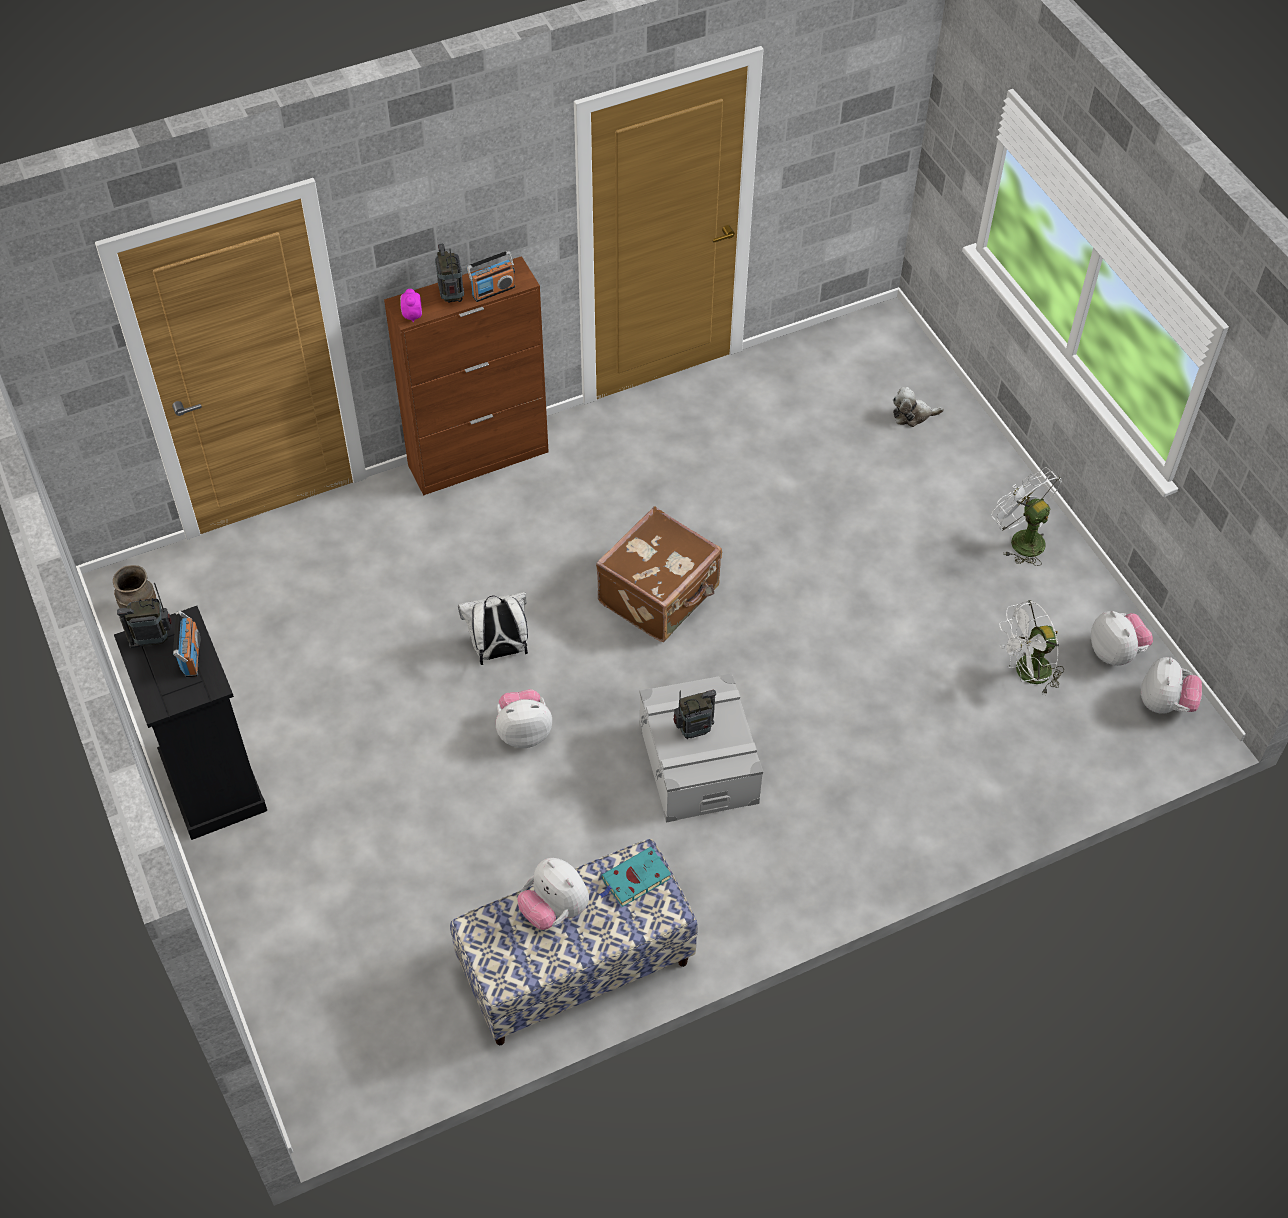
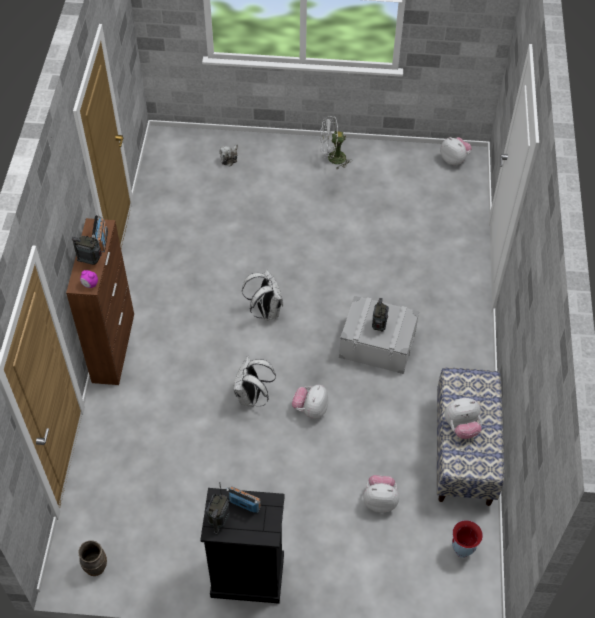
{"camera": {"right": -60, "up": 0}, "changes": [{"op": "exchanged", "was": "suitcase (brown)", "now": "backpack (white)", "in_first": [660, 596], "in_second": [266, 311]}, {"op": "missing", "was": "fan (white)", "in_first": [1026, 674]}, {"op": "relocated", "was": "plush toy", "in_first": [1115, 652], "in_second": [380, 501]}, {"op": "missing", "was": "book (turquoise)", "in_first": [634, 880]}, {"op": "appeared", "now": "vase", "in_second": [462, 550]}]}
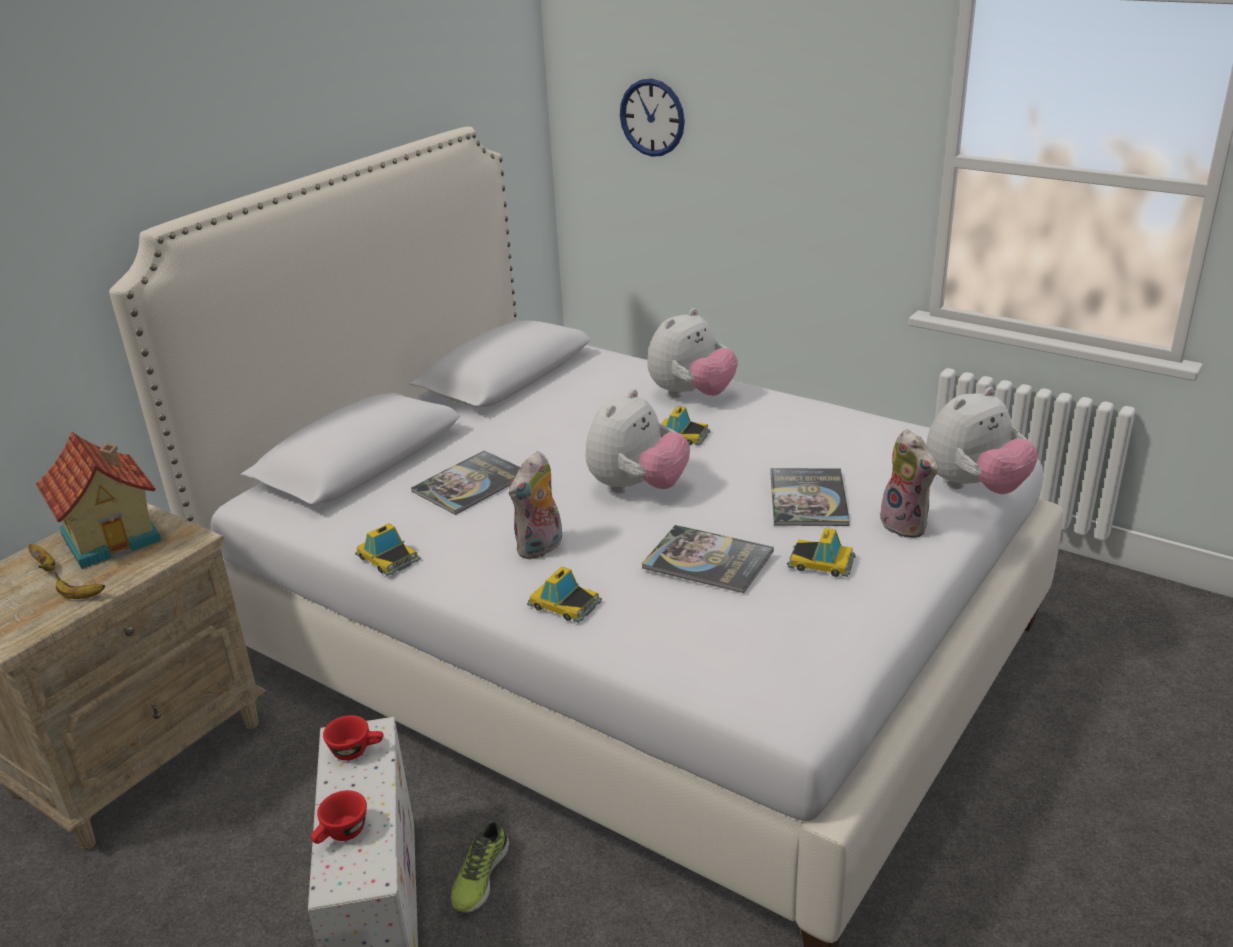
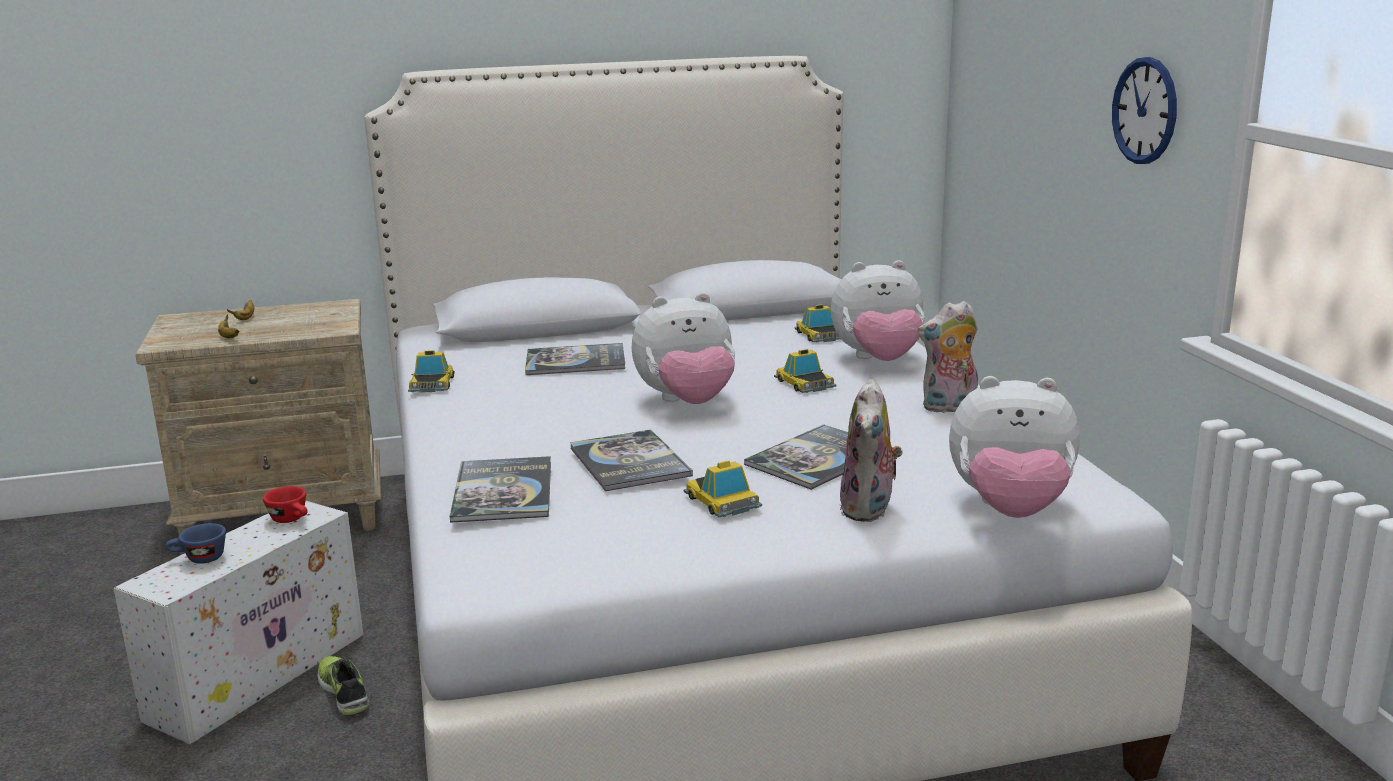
{"camera": {"right": 40, "up": -10}, "changes": [{"op": "relocated", "was": "wall clock", "in_first": [652, 117], "in_second": [1144, 111]}, {"op": "missing", "was": "toy house", "in_first": [114, 536]}, {"op": "relocated", "was": "plush toy", "in_first": [541, 548], "in_second": [949, 408]}, {"op": "relocated", "was": "toy car", "in_first": [564, 604], "in_second": [819, 335]}, {"op": "colour", "was": "cup (red)", "now": "cup (blue)", "in_first": [341, 835], "in_second": [199, 559]}, {"op": "spun", "was": "shoe", "in_first": [479, 876], "in_second": [345, 692], "clockwise": 90}, {"op": "appeared", "now": "book", "in_second": [503, 491]}]}
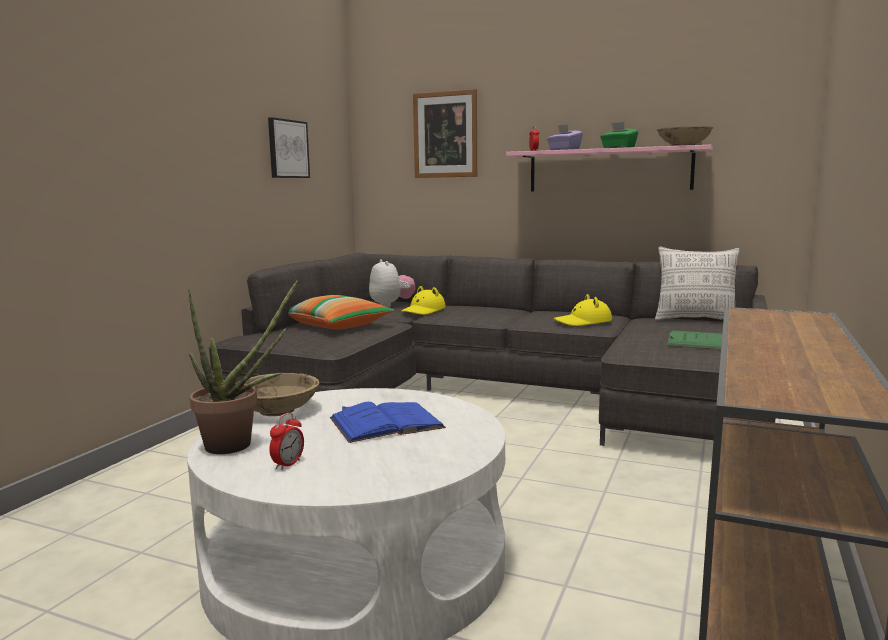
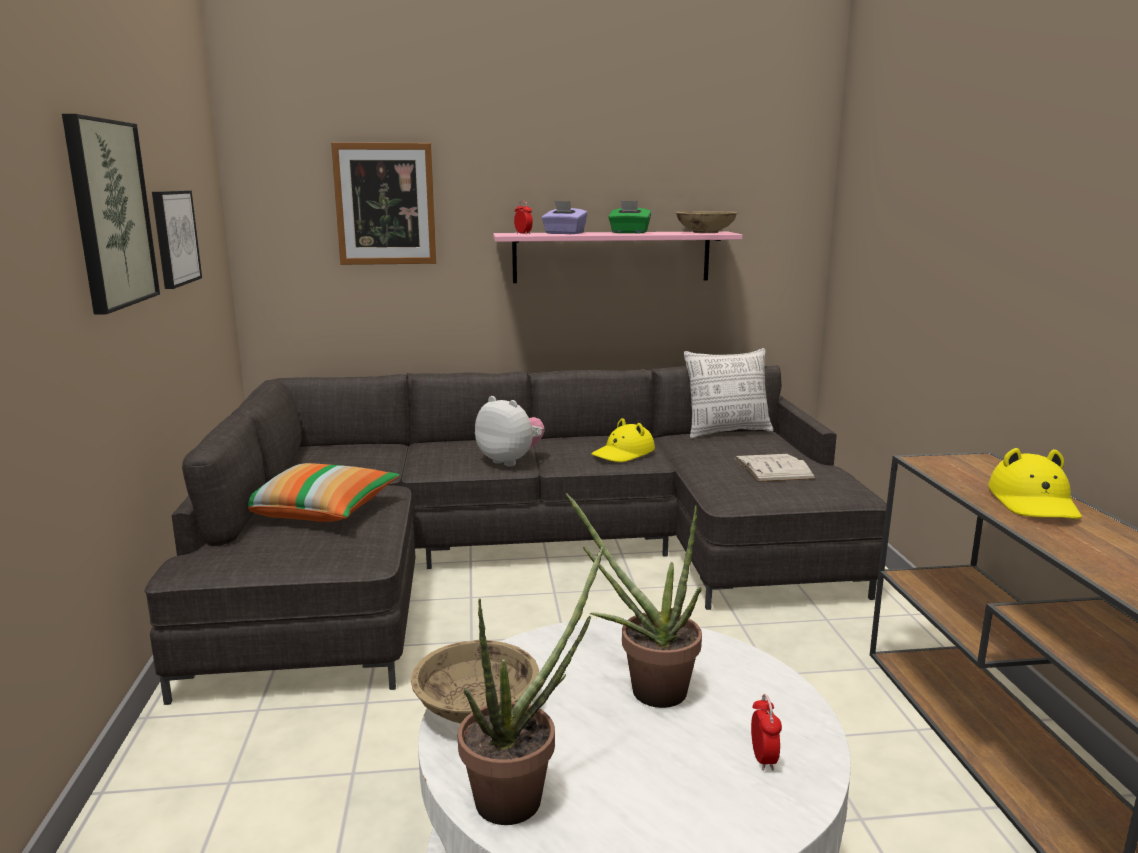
{"camera": {"right": -30, "up": 5}, "changes": [{"op": "relocated", "was": "plush toy", "in_first": [391, 305], "in_second": [510, 460]}, {"op": "relocated", "was": "hat (yellow)", "in_first": [423, 311], "in_second": [1034, 502]}, {"op": "colour", "was": "book (green)", "now": "book (white)", "in_first": [696, 341], "in_second": [773, 468]}, {"op": "exchanged", "was": "book (blue)", "now": "potted plant", "in_first": [386, 423], "in_second": [646, 689]}, {"op": "relocated", "was": "alarm clock", "in_first": [288, 464], "in_second": [763, 758]}, {"op": "appeared", "now": "picture", "in_second": [109, 214]}]}
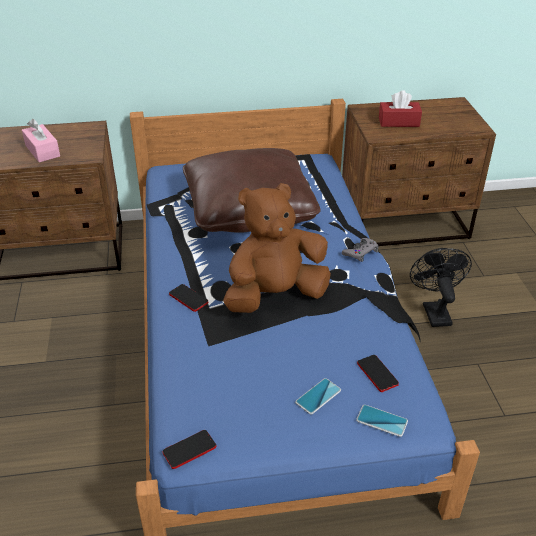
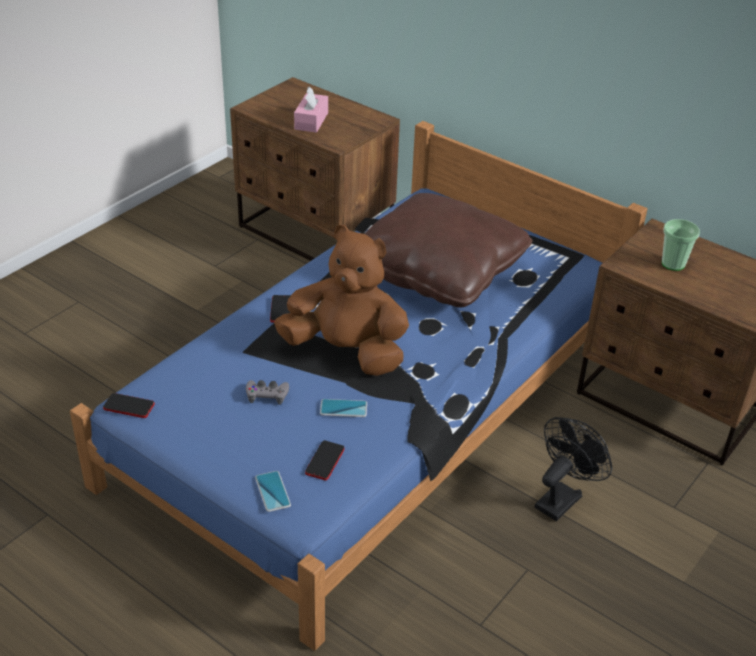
{"camera": {"right": 45, "up": 0}, "changes": [{"op": "exchanged", "was": "tissue box (red)", "now": "cup", "in_first": [398, 122], "in_second": [673, 264]}, {"op": "relocated", "was": "game controller (grey)", "in_first": [360, 252], "in_second": [267, 395]}, {"op": "relocated", "was": "phone", "in_first": [318, 396], "in_second": [343, 409]}]}
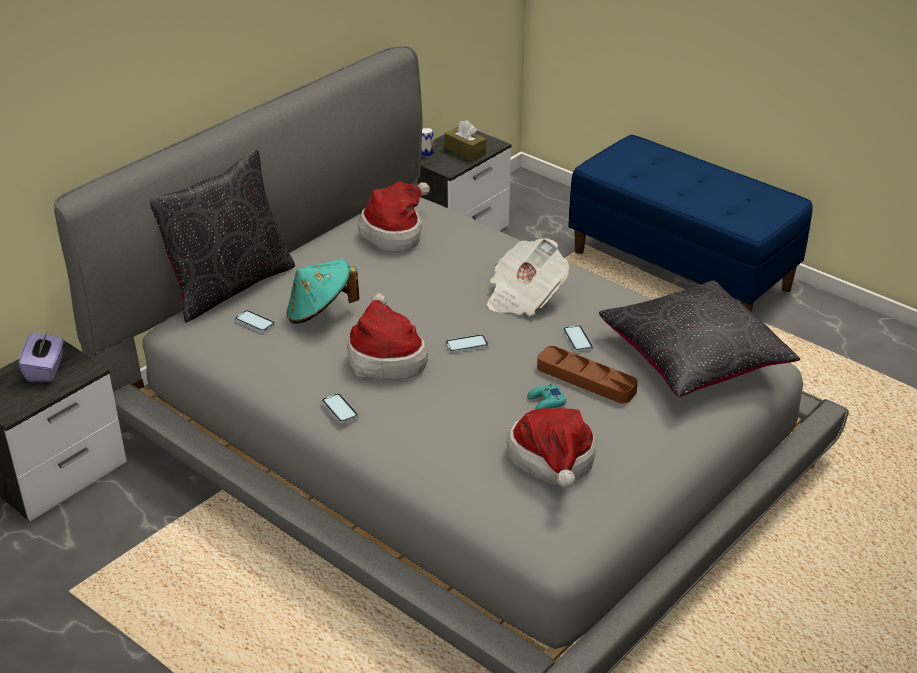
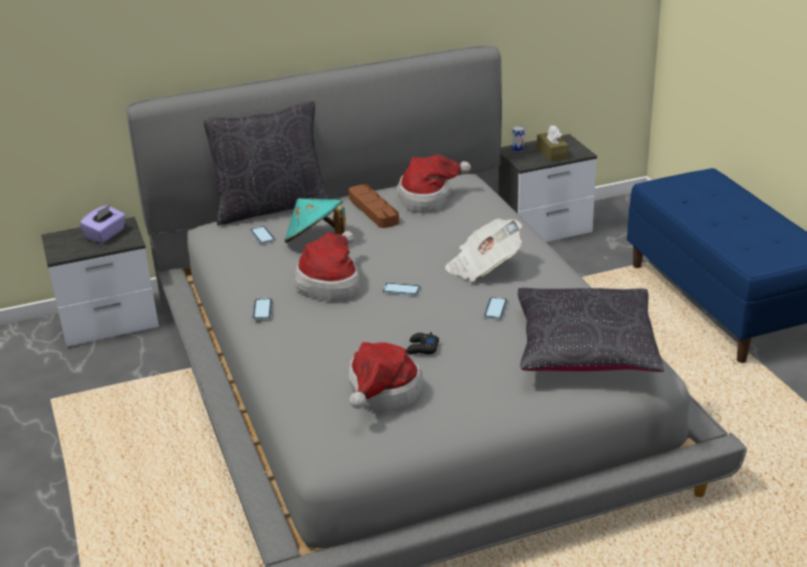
{"camera": {"right": 30, "up": -5}, "changes": [{"op": "relocated", "was": "tray (brown)", "in_first": [586, 379], "in_second": [373, 210]}, {"op": "colour", "was": "game controller (turquoise)", "now": "game controller (black)", "in_first": [546, 402], "in_second": [422, 348]}]}
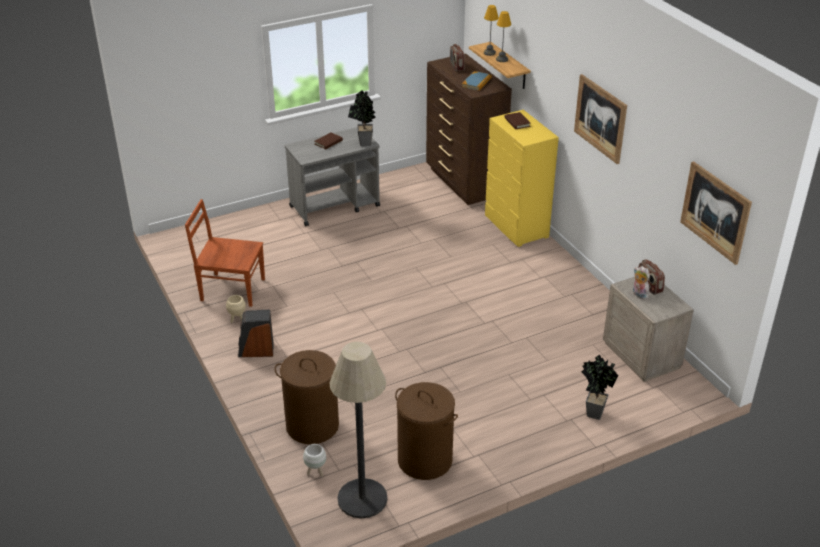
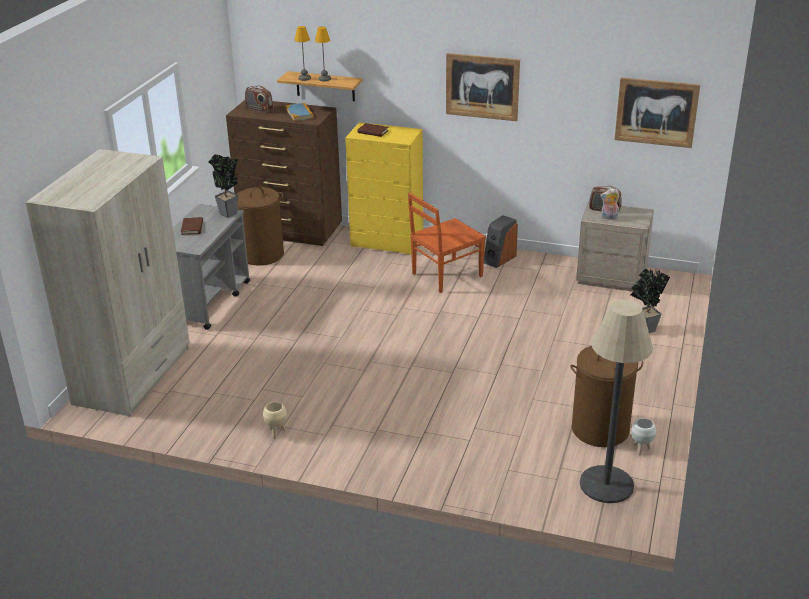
{"camera": {"right": -45, "up": -5}, "changes": [{"op": "relocated", "was": "chair (brown)", "in_first": [231, 289], "in_second": [445, 275]}, {"op": "relocated", "was": "speaker", "in_first": [256, 350], "in_second": [499, 259]}, {"op": "relocated", "was": "laundry basket (brown)", "in_first": [312, 426], "in_second": [262, 255]}, {"op": "relocated", "was": "planter (white)", "in_first": [316, 472], "in_second": [641, 449]}, {"op": "appeared", "now": "wardrobe (beige)", "in_second": [134, 375]}]}
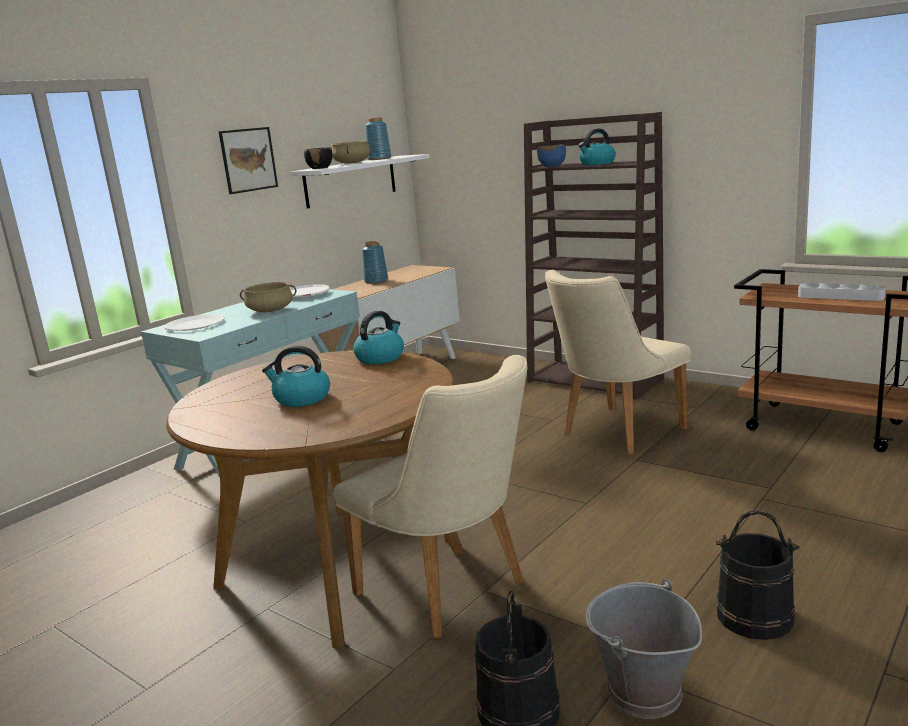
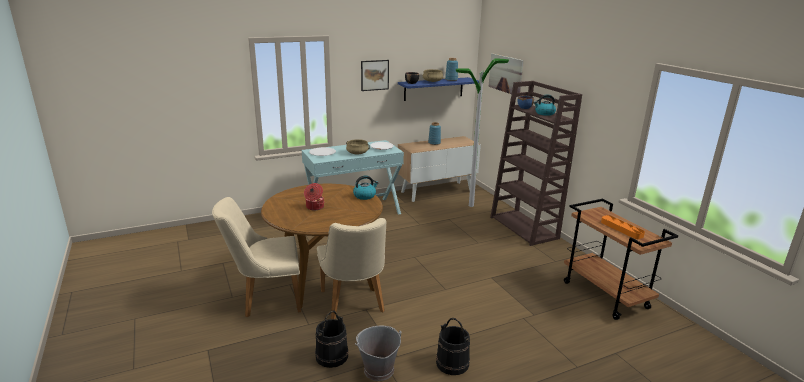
{"camera": {"right": 25, "up": 5}, "changes": [{"op": "colour", "was": "shelf (white)", "now": "shelf (blue)", "in_first": [351, 181], "in_second": [433, 89]}, {"op": "relocated", "was": "chair (beige)", "in_first": [615, 433], "in_second": [266, 299]}, {"op": "colour", "was": "tray (grey)", "now": "tray (orange)", "in_first": [840, 296], "in_second": [621, 229]}, {"op": "exchanged", "was": "kettle", "now": "cooking pot", "in_first": [301, 399], "in_second": [314, 207]}, {"op": "appeared", "now": "picture", "in_second": [505, 74]}, {"op": "appeared", "now": "floor lamp", "in_second": [471, 205]}]}
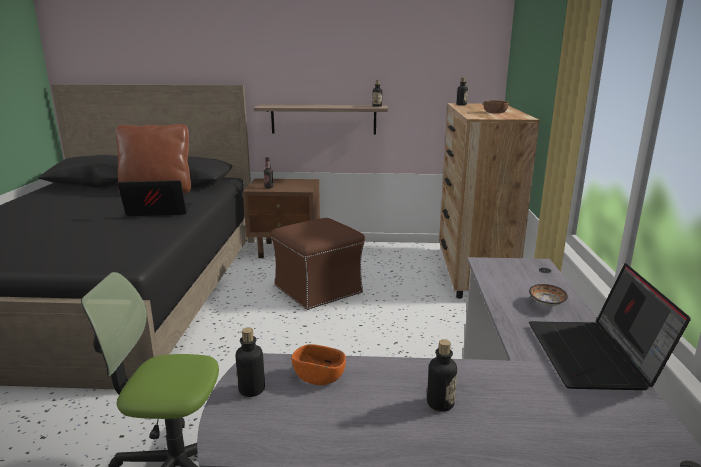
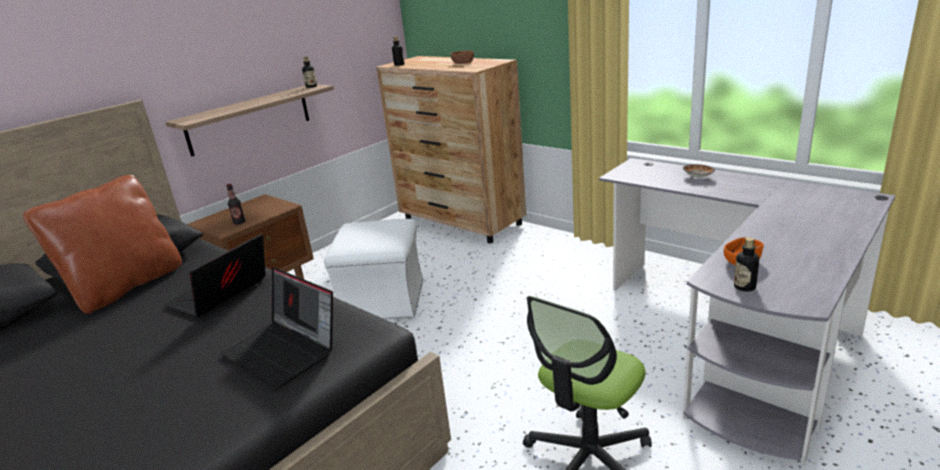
{"camera": {"right": -50, "up": 5}, "changes": [{"op": "colour", "was": "ottoman (brown)", "now": "ottoman (white)", "in_first": [319, 289], "in_second": [383, 300]}, {"op": "relocated", "was": "laptop", "in_first": [595, 356], "in_second": [284, 351]}, {"op": "missing", "was": "bottle", "in_first": [440, 403]}]}
